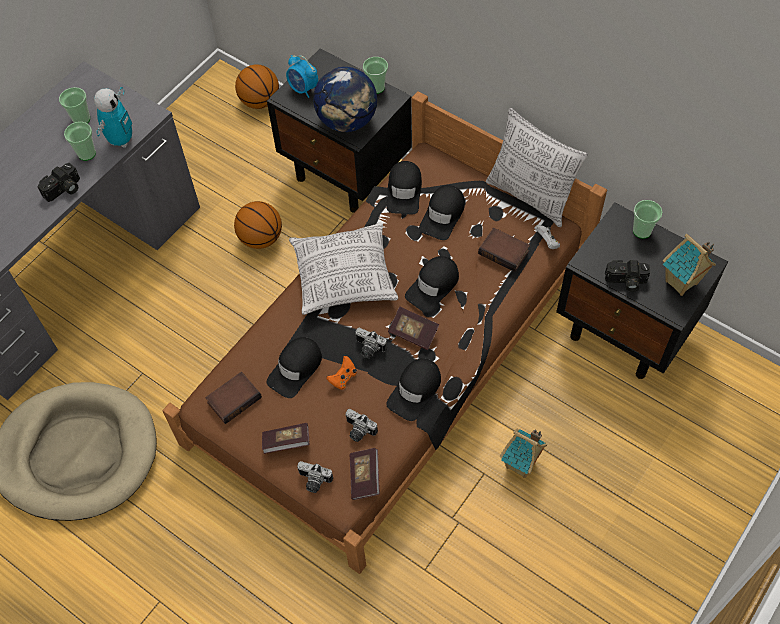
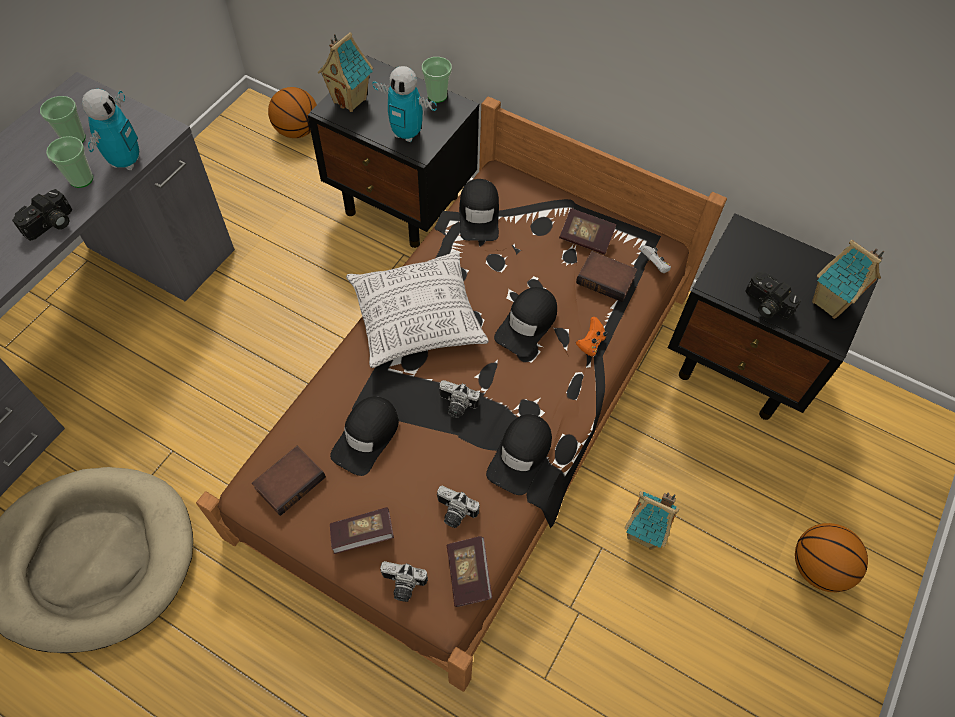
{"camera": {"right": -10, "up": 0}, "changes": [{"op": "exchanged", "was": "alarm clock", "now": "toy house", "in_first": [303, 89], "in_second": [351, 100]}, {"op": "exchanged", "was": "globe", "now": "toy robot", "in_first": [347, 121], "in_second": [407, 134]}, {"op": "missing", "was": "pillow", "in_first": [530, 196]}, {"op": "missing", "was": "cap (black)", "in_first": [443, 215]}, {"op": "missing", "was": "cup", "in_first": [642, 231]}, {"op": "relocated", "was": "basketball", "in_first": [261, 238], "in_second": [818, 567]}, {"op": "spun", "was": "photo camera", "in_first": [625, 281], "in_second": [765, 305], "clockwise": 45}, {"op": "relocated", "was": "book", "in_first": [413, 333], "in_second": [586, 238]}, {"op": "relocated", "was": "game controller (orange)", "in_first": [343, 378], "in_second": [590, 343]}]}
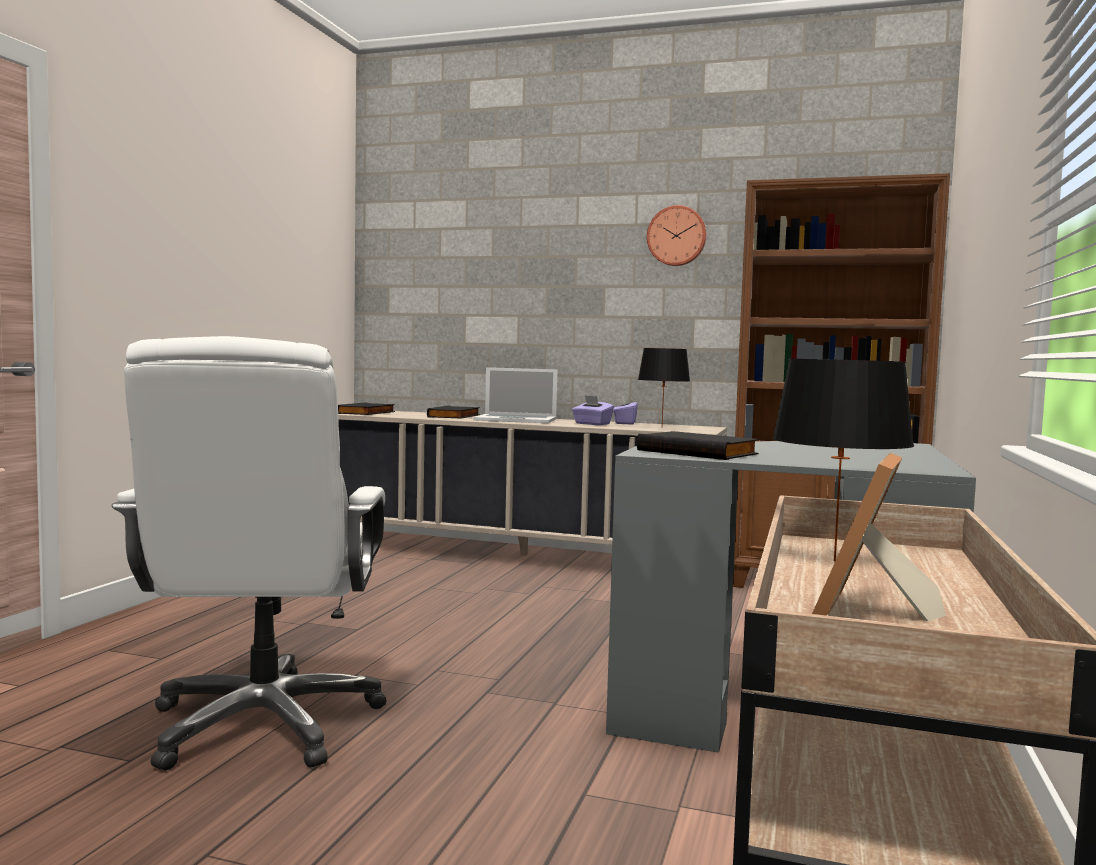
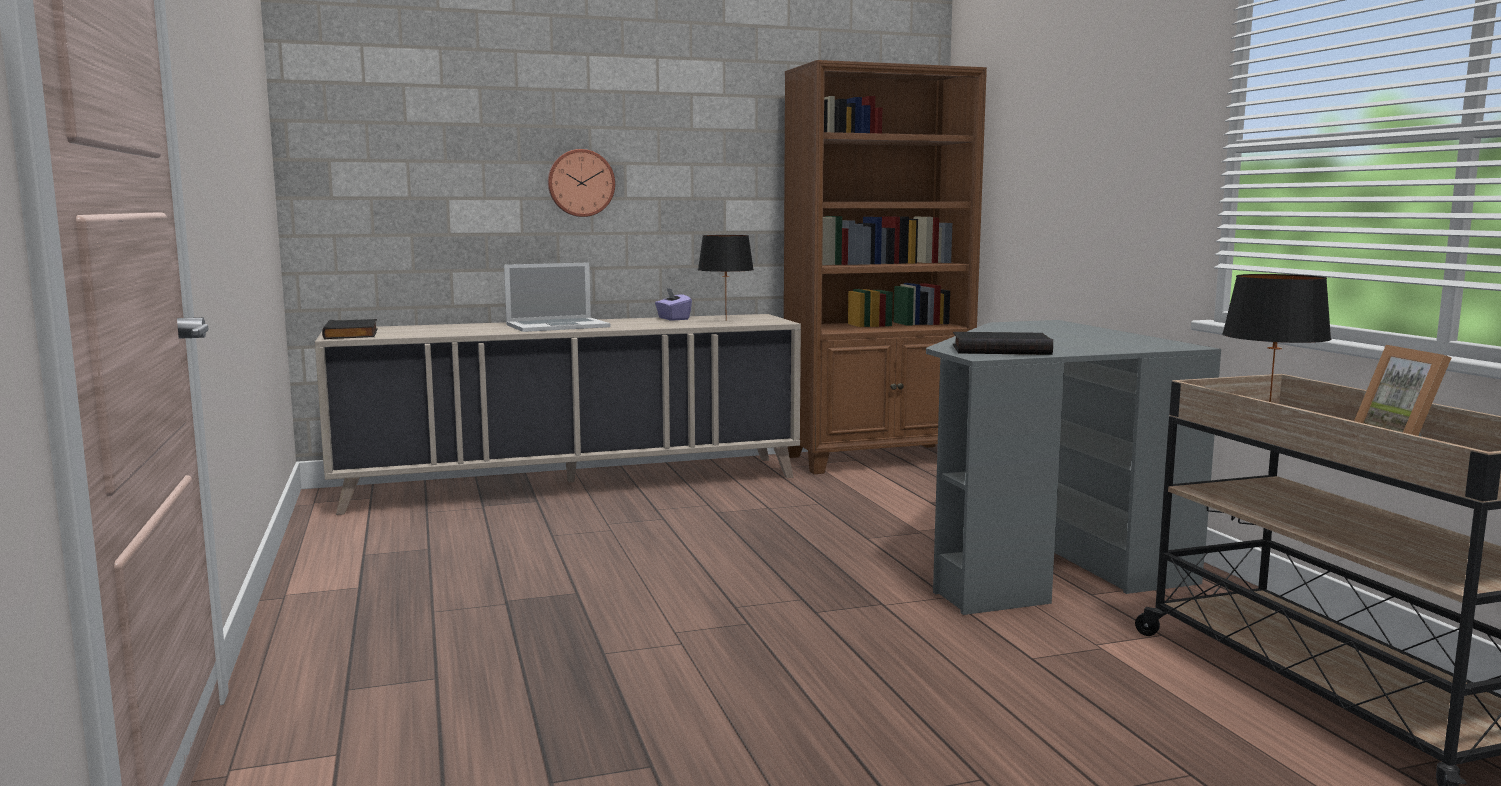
{"camera": {"right": -35, "up": 5}, "changes": [{"op": "relocated", "was": "wall clock", "in_first": [677, 236], "in_second": [581, 183]}, {"op": "missing", "was": "office chair (white)", "in_first": [264, 723]}, {"op": "missing", "was": "tissue box (purple)", "in_first": [592, 424]}, {"op": "missing", "was": "book (black)", "in_first": [455, 416]}]}
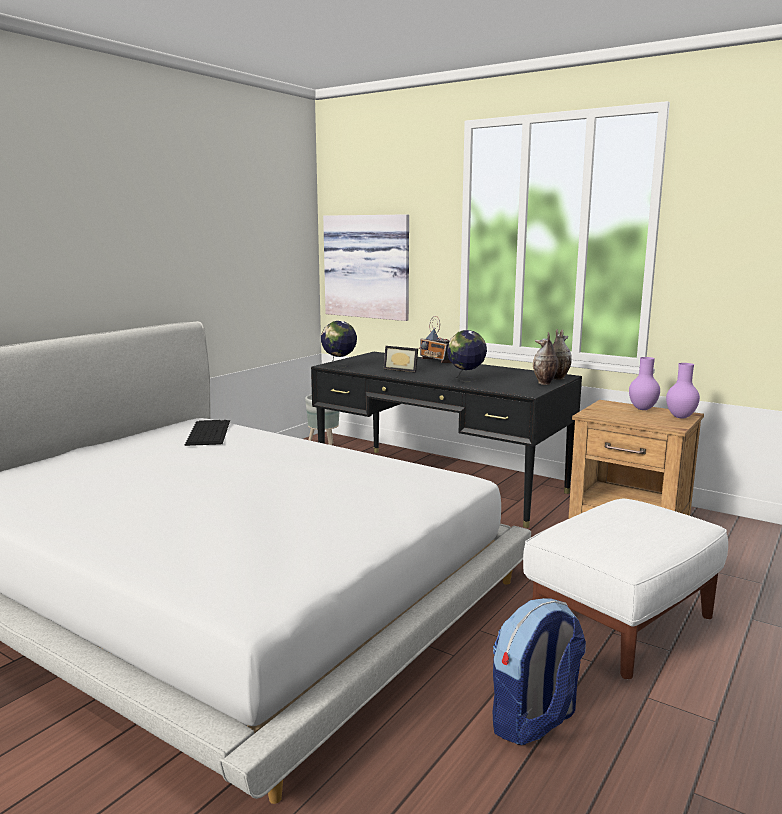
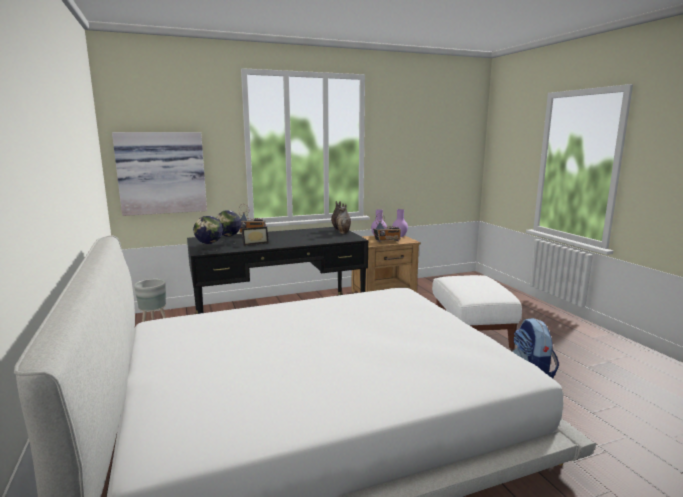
{"camera": {"right": -55, "up": 0}, "changes": [{"op": "relocated", "was": "globe", "in_first": [466, 380], "in_second": [229, 243]}, {"op": "missing", "was": "keyboard", "in_first": [208, 432]}, {"op": "appeared", "now": "radio", "in_second": [387, 241]}]}
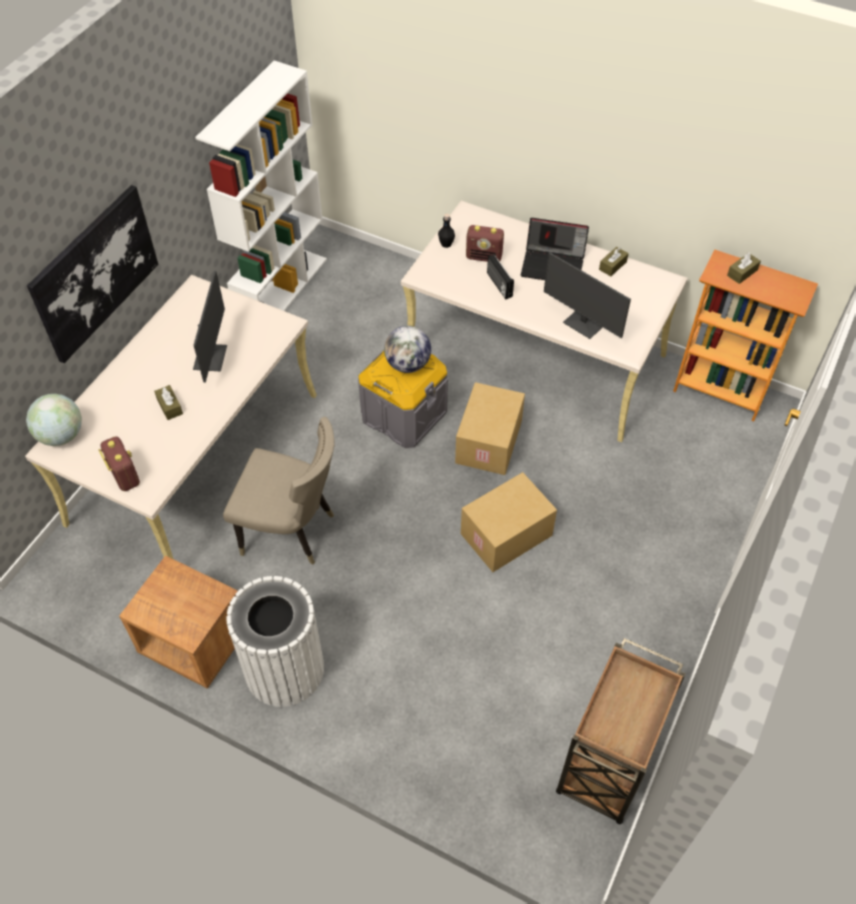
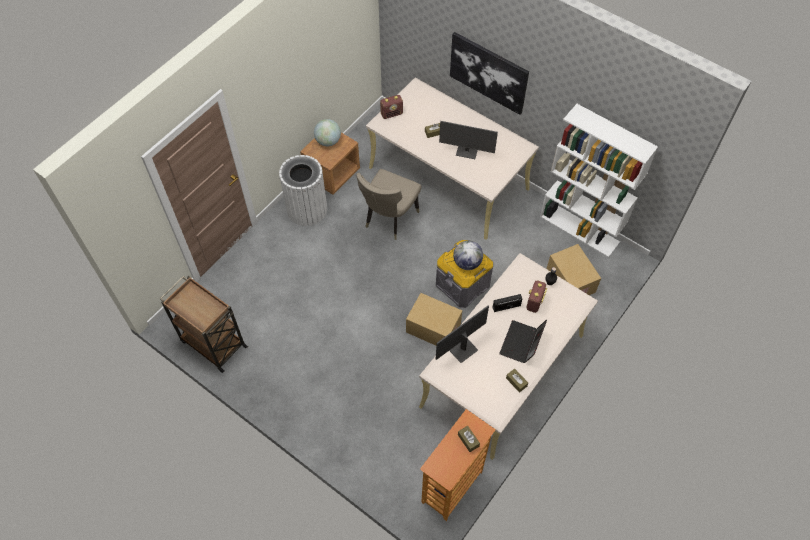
{"camera": {"right": 100, "up": 5}, "changes": [{"op": "relocated", "was": "globe", "in_first": [61, 435], "in_second": [328, 141]}, {"op": "relocated", "was": "cardboard box", "in_first": [506, 536], "in_second": [569, 281]}]}
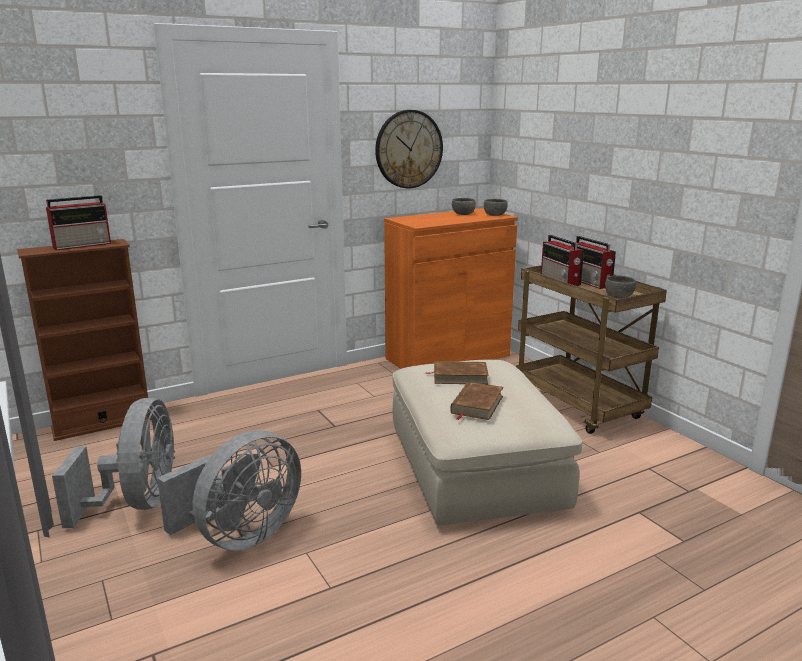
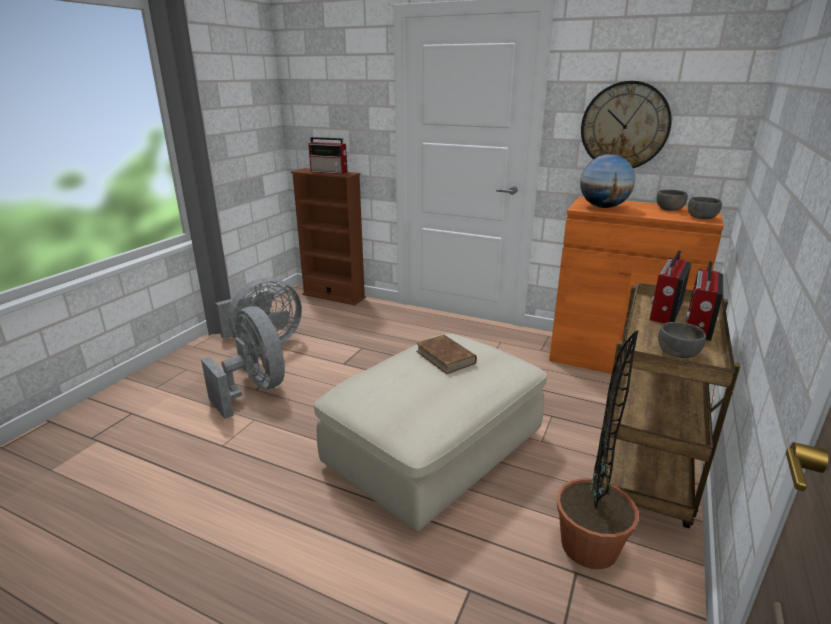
{"camera": {"right": 55, "up": 5}, "changes": [{"op": "missing", "was": "book (brown)", "in_first": [476, 405]}, {"op": "spun", "was": "fan (grey)", "in_first": [240, 536], "in_second": [254, 389], "clockwise": -135}, {"op": "appeared", "now": "globe", "in_second": [603, 207]}, {"op": "appeared", "now": "potted plant", "in_second": [589, 546]}]}
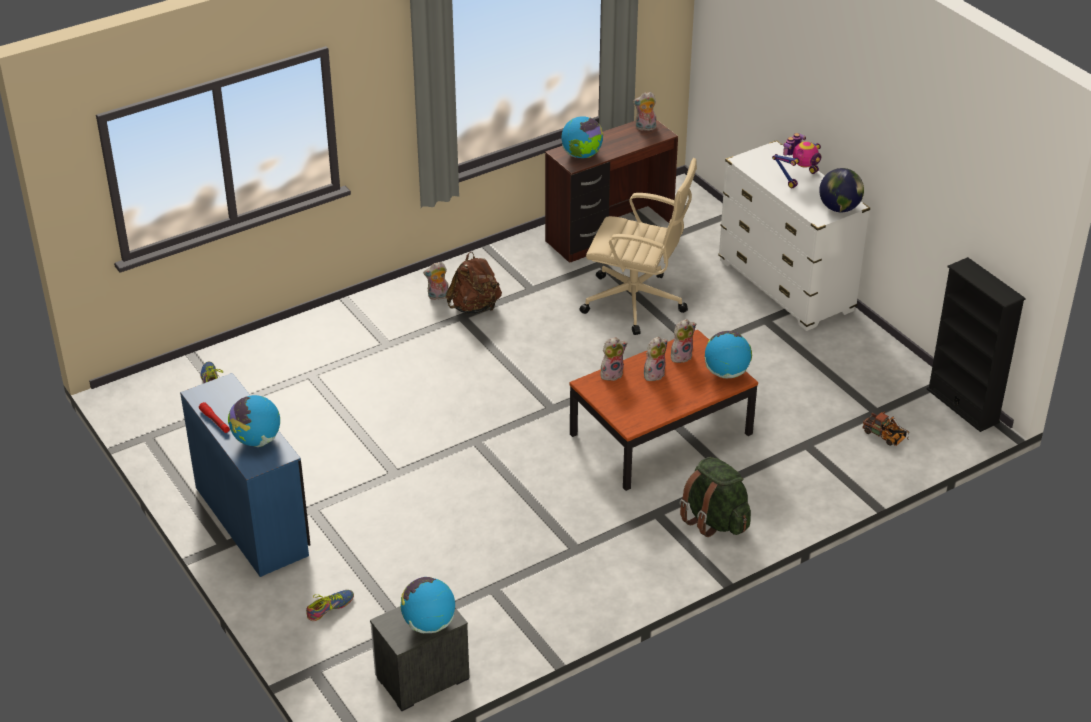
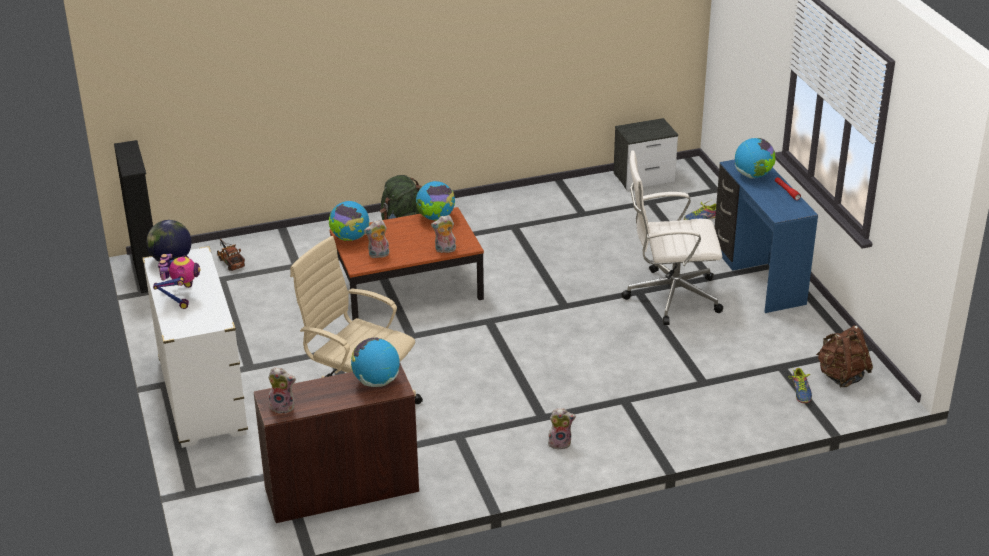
{"camera": {"right": -165, "up": -5}, "changes": [{"op": "spun", "was": "toy robot", "in_first": [798, 177], "in_second": [180, 296], "clockwise": 120}, {"op": "relocated", "was": "backpack (brown)", "in_first": [475, 307], "in_second": [841, 376]}, {"op": "missing", "was": "plush toy", "in_first": [654, 374]}, {"op": "relocated", "was": "globe", "in_first": [429, 624], "in_second": [436, 218]}, {"op": "appeared", "now": "office chair (white)", "in_second": [670, 296]}]}
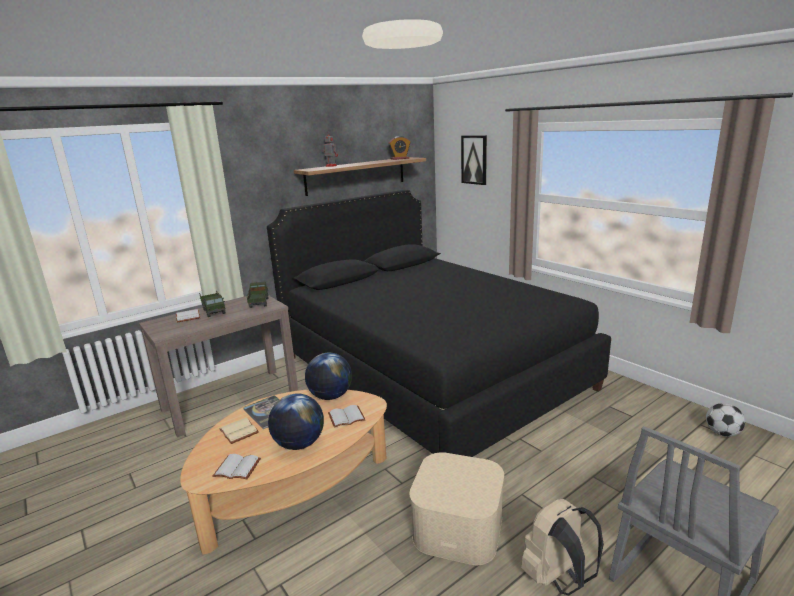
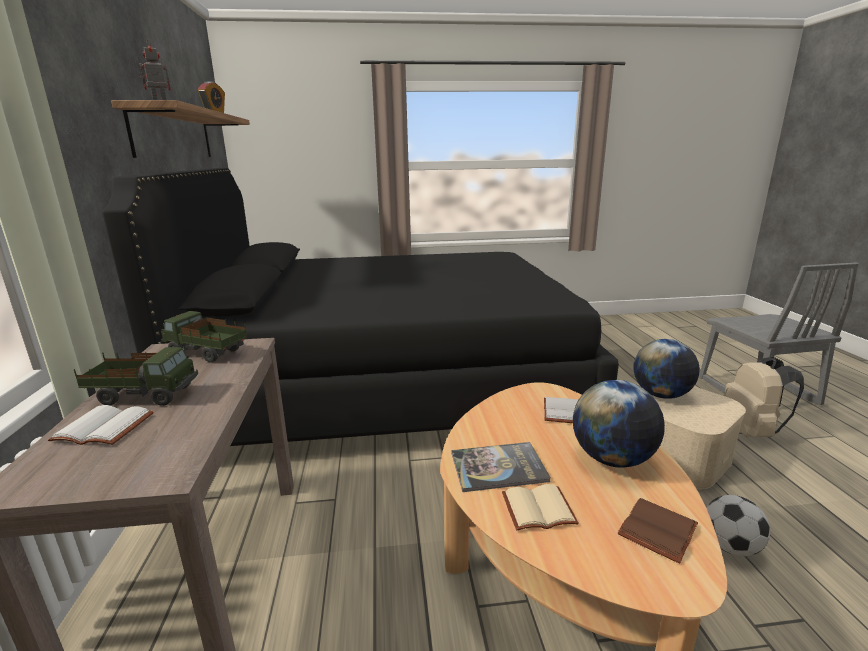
{"camera": {"right": -60, "up": 0}, "changes": [{"op": "missing", "was": "picture", "in_first": [474, 159]}, {"op": "relocated", "was": "globe", "in_first": [330, 396], "in_second": [661, 395]}, {"op": "relocated", "was": "football", "in_first": [722, 433], "in_second": [730, 547]}, {"op": "colour", "was": "book (white)", "now": "book (brown)", "in_first": [236, 469], "in_second": [659, 532]}]}
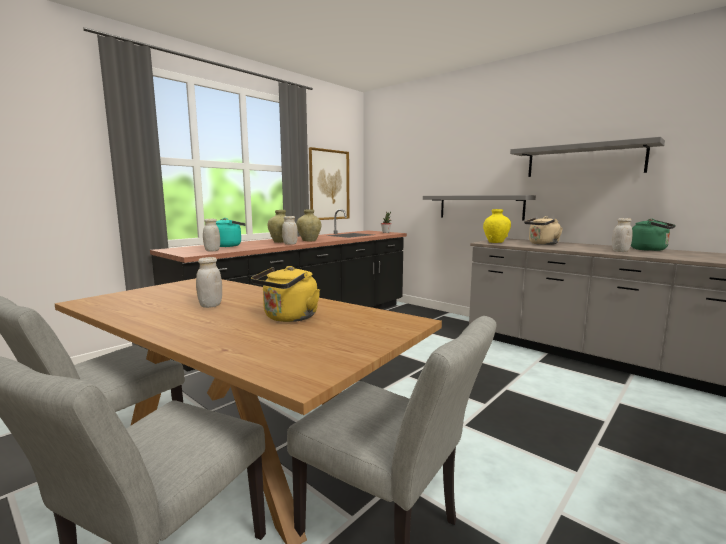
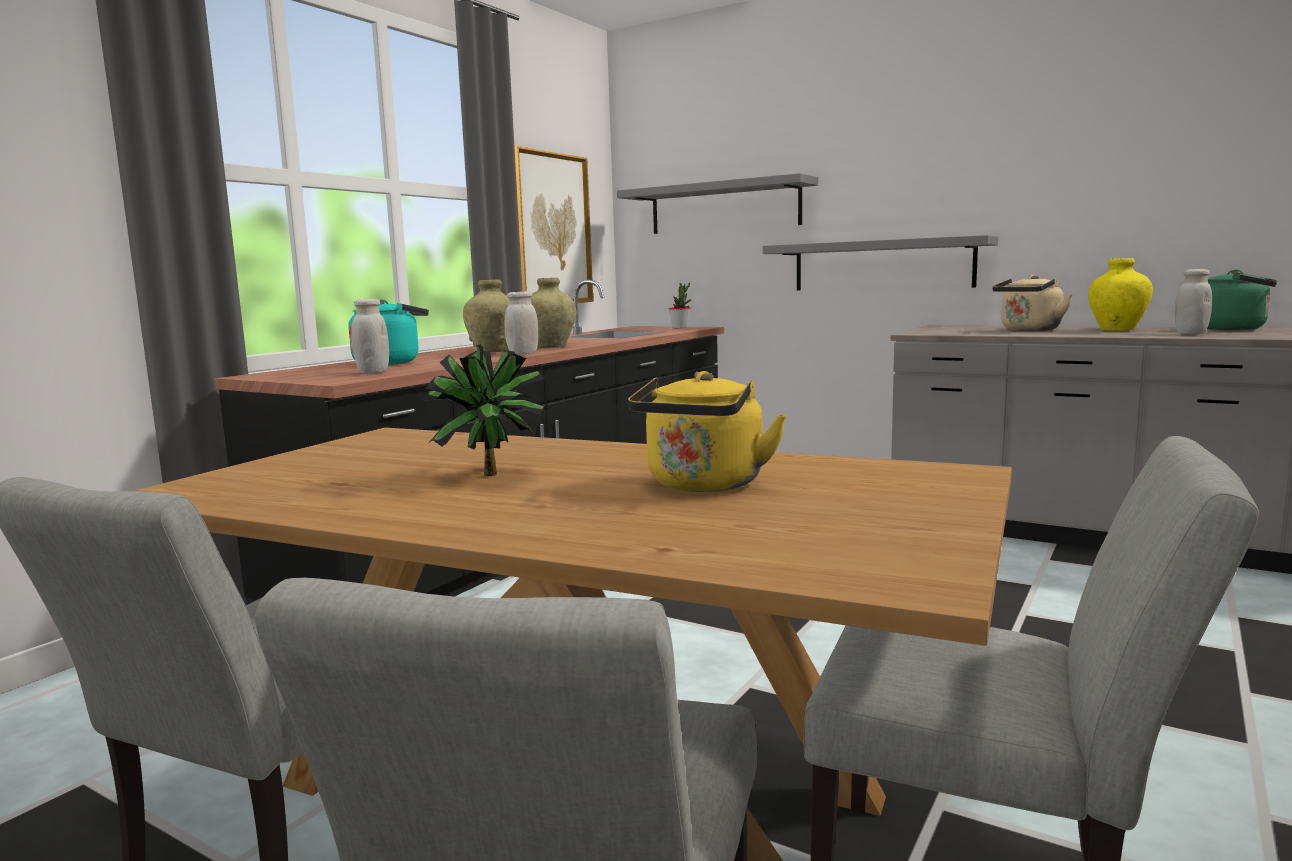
{"camera": {"right": -10, "up": 0}, "changes": [{"op": "relocated", "was": "shelf (grey)", "in_first": [583, 160], "in_second": [724, 207]}, {"op": "relocated", "was": "vase (yellow)", "in_first": [495, 242], "in_second": [1117, 329]}, {"op": "exchanged", "was": "jar (white)", "now": "potted plant", "in_first": [210, 305], "in_second": [491, 477]}]}
